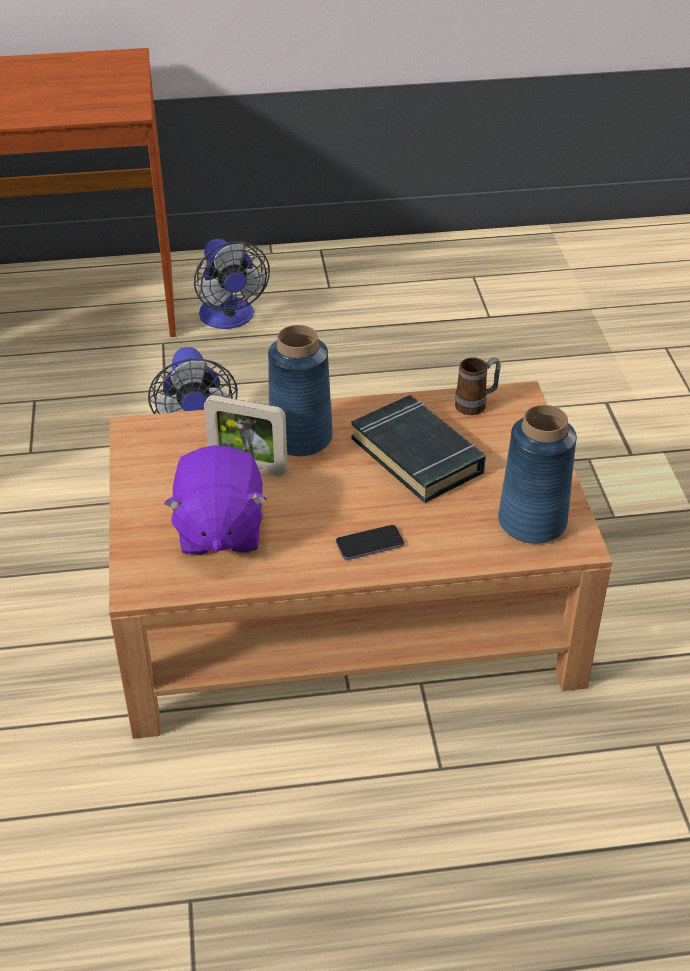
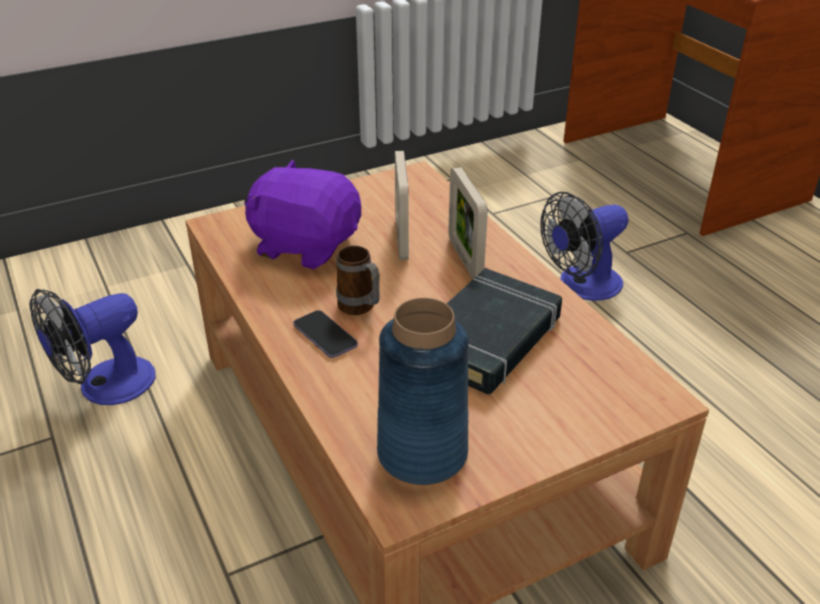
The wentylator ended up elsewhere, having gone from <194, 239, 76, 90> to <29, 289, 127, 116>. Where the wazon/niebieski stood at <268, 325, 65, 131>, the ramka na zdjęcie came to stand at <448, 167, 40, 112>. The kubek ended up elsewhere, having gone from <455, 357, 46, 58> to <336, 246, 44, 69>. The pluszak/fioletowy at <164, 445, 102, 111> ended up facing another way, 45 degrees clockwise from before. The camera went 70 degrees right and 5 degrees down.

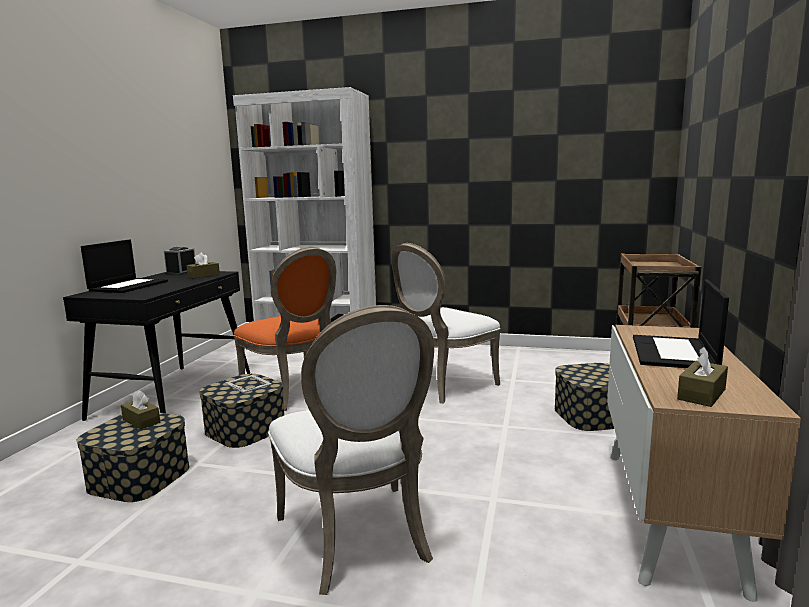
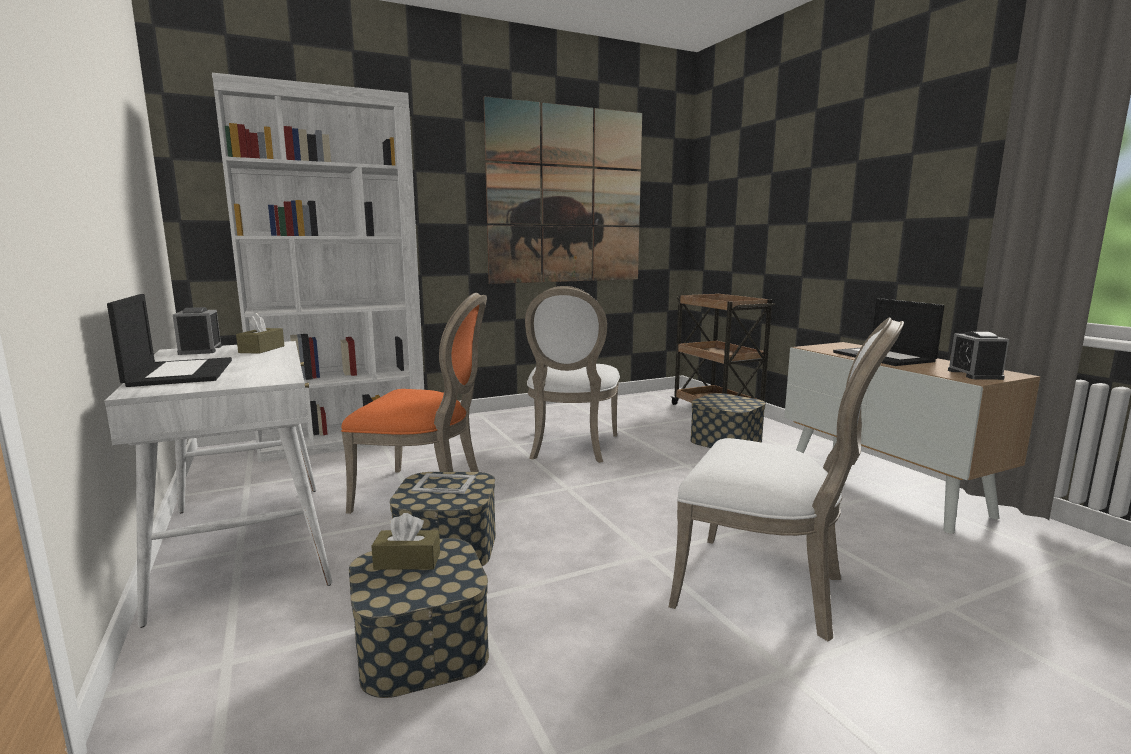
What was the biurko/czarny at <63, 271, 187, 150> turned into the biurko/biały at <105, 341, 228, 287>. Where the pudełko chusteczek/brązowy stood at <677, 347, 51, 60>, the budzik came to stand at <948, 332, 61, 48>. The second view gained the obraz at <484, 96, 158, 188>. The camera went 40 degrees left and 0 degrees up.

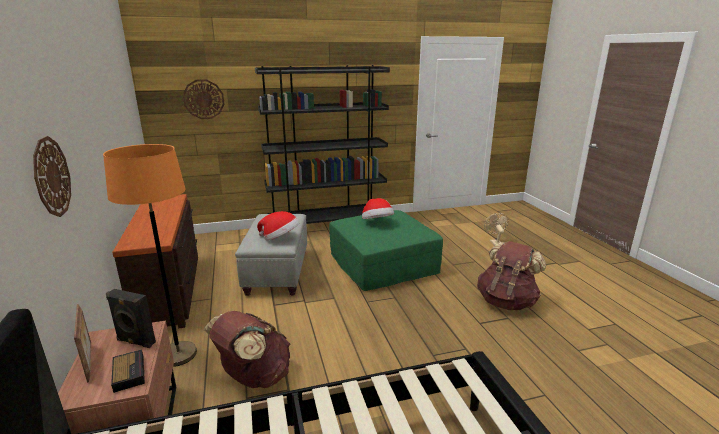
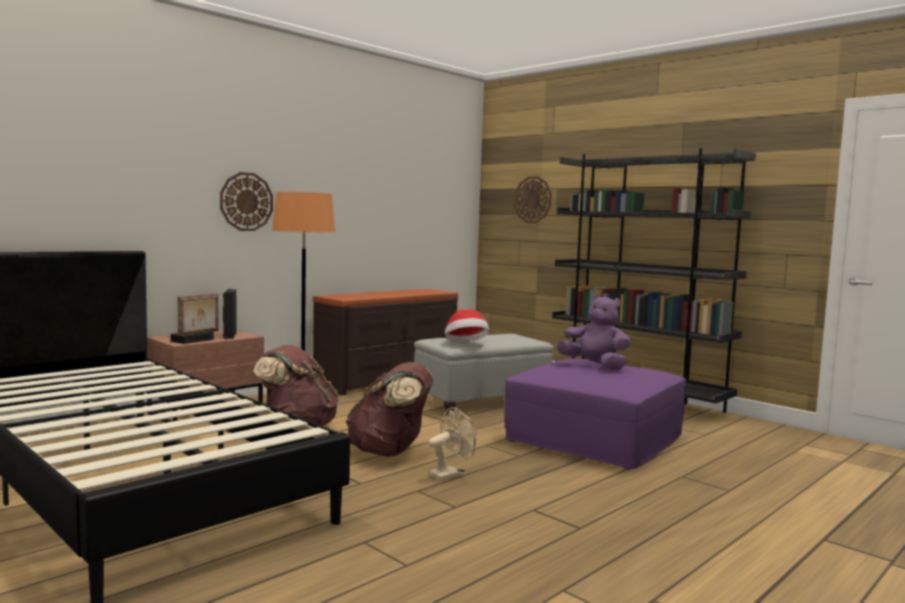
Where the kapelusz stood at <362, 198, 32, 21>, the pluszak/fioletowy came to stand at <557, 294, 74, 76>. What was the pufa/zielony at <329, 210, 114, 81> turned into the pufa/fioletowy at <504, 358, 182, 112>. The wentylator/beżowy ended up elsewhere, having gone from <484, 213, 24, 33> to <428, 407, 49, 74>. The plecak/brązowy ended up elsewhere, having gone from <477, 241, 69, 69> to <346, 362, 87, 95>. The camera went 60 degrees right and 15 degrees down.

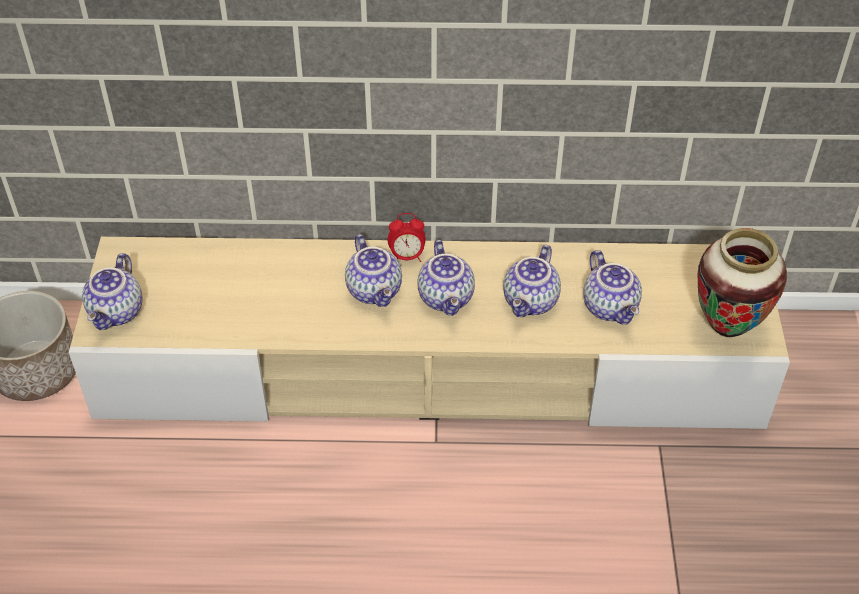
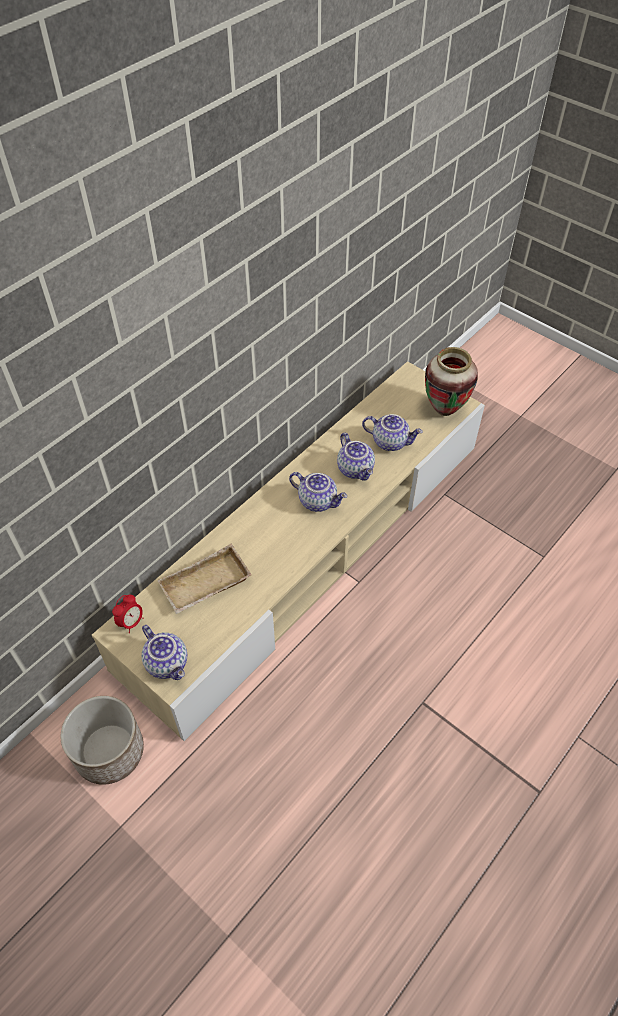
The budzik ended up elsewhere, having gone from <388, 213, 38, 49> to <112, 595, 31, 38>. The second view lost the imbryk at <345, 234, 57, 73>. The second view gained the taca/beżowy at <157, 544, 95, 70>. The camera went 50 degrees left and 5 degrees up.

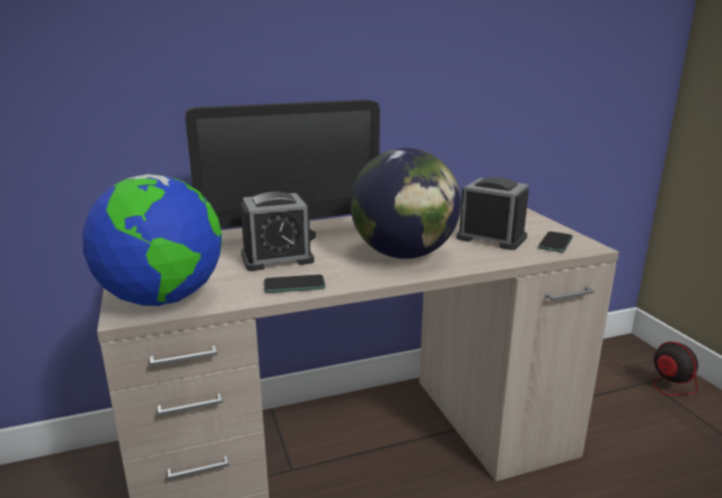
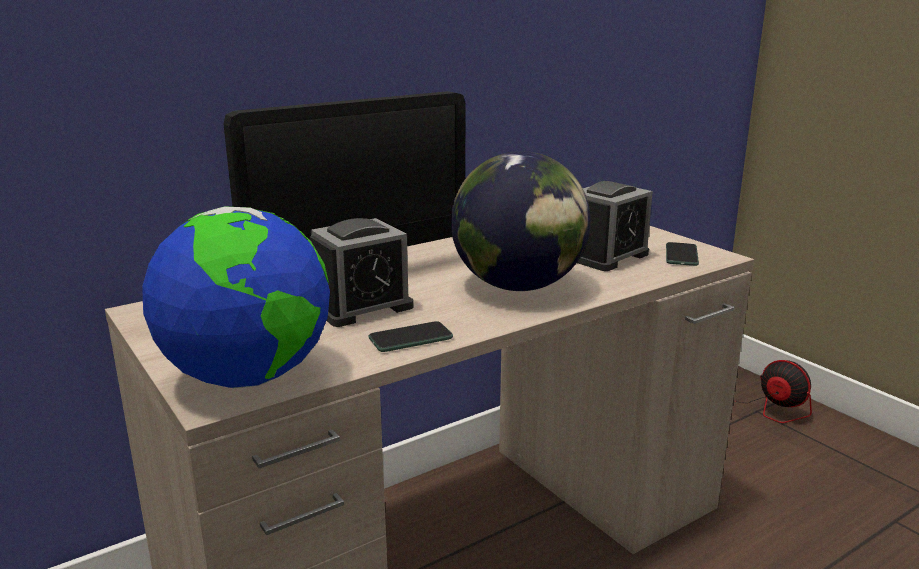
The budzik at <456, 177, 73, 73> ended up facing another way, 120 degrees clockwise from before. The camera went 15 degrees left and 0 degrees up.

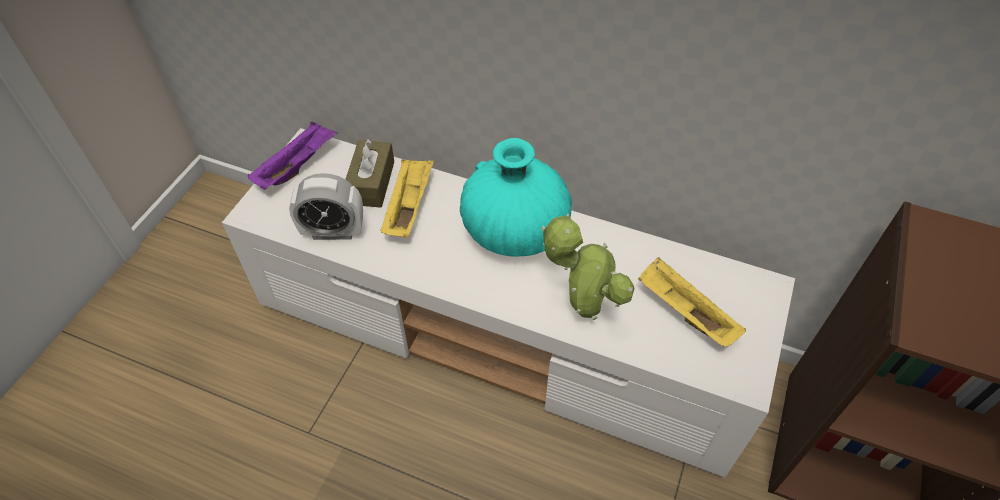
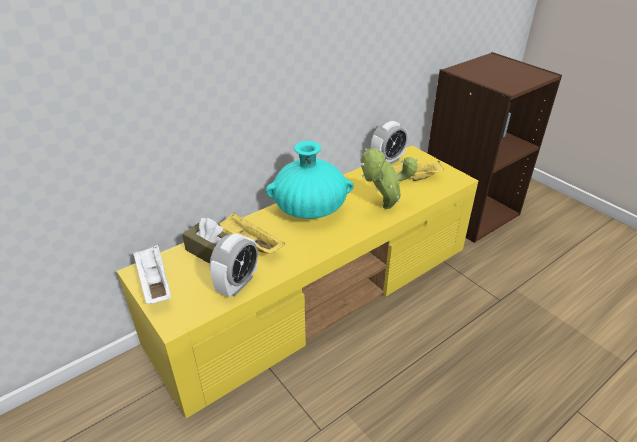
What was the taca/fioletowy at <248, 122, 90, 68> turned into the taca/biały at <133, 245, 38, 59>. What was the szafka pod telewizor/biały at <222, 128, 573, 349> turned into the szafka pod telewizor/żółty at <117, 146, 361, 272>. The second view gained the budzik at <371, 121, 36, 43>. The camera went 60 degrees left and 15 degrees down.

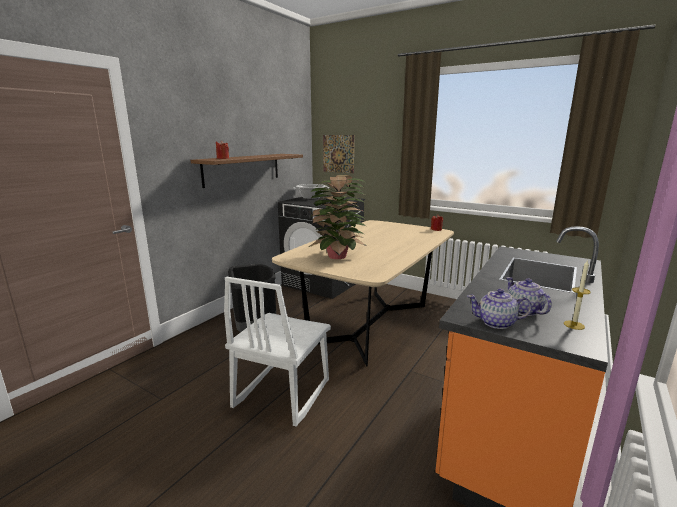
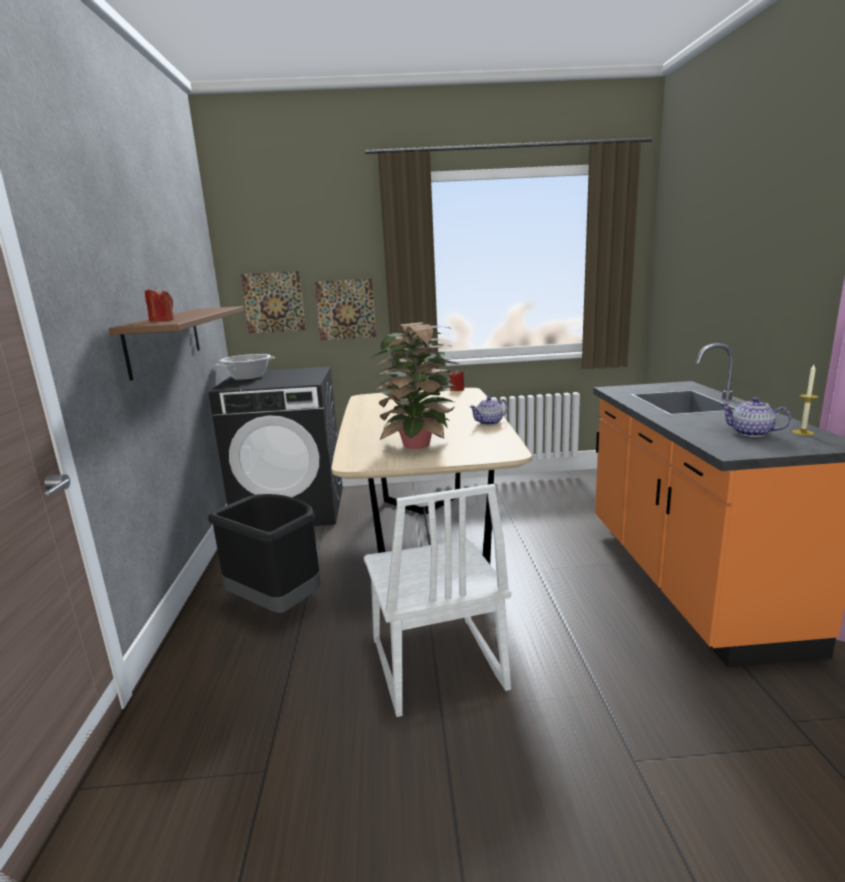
The imbryk ended up elsewhere, having gone from <467, 289, 65, 40> to <470, 397, 38, 28>. The second view gained the obraz at <314, 279, 62, 61>. The camera went 35 degrees left and 0 degrees up.

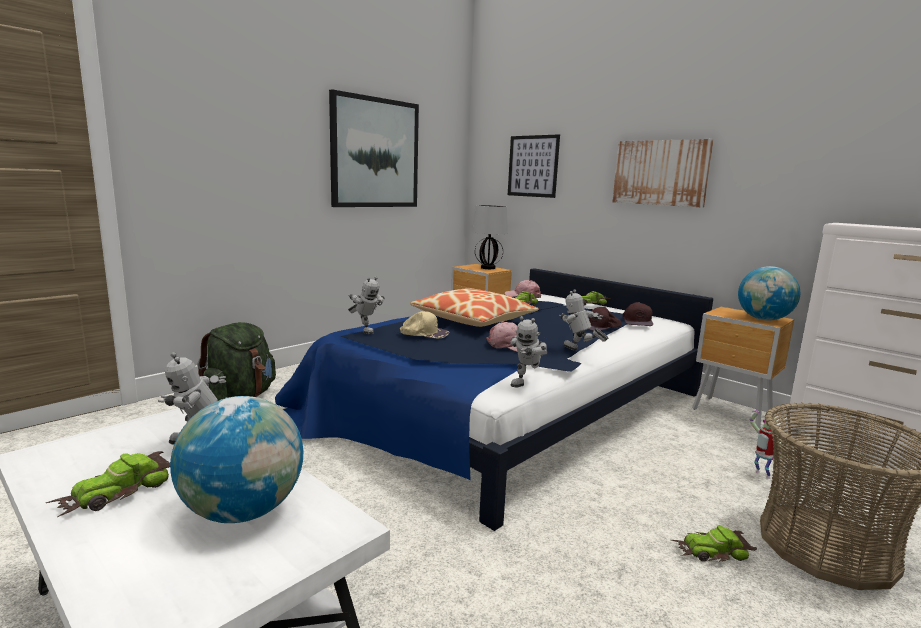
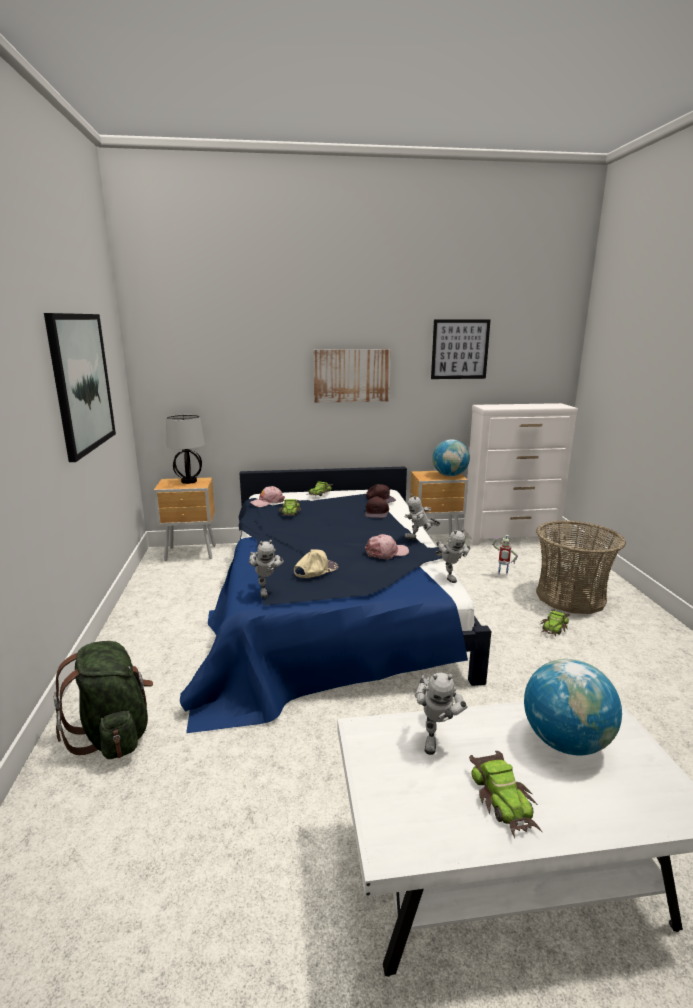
The obraz ended up elsewhere, having gone from <508, 134, 52, 64> to <431, 319, 59, 60>. The robot zabawkowy at <348, 277, 36, 57> ended up facing another way, 75 degrees clockwise from before. The second view lost the poduszka at <410, 288, 129, 39>. The camera went 50 degrees left and 5 degrees up.

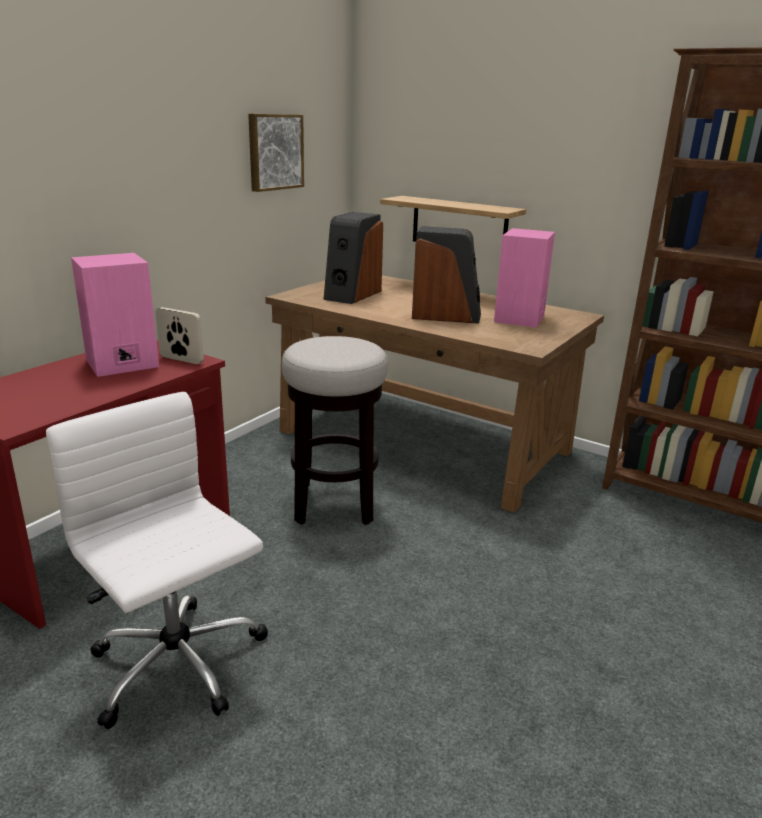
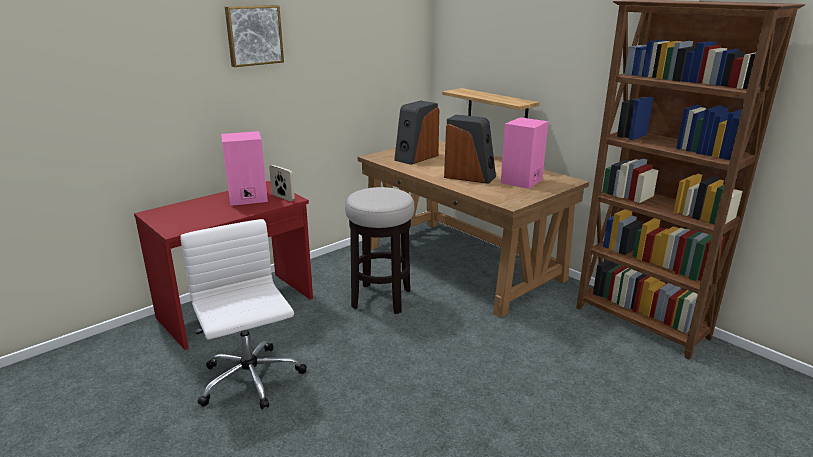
The obraz ended up elsewhere, having gone from <248, 114, 56, 78> to <225, 5, 59, 62>. The camera went 15 degrees right and 0 degrees up.

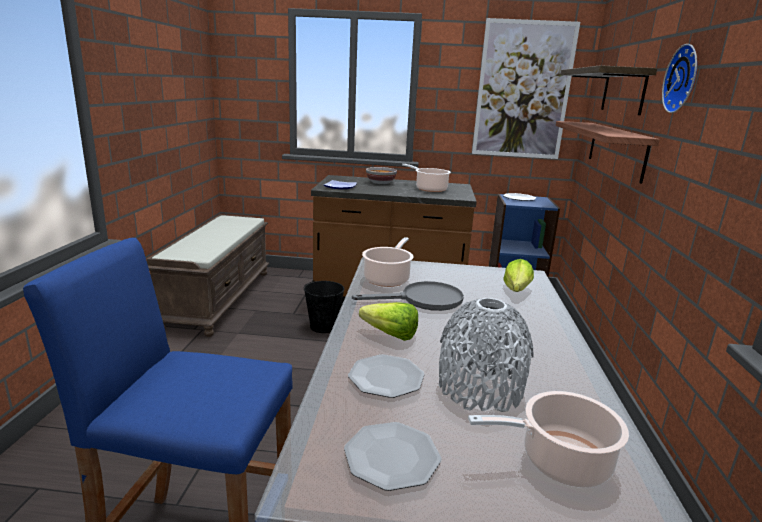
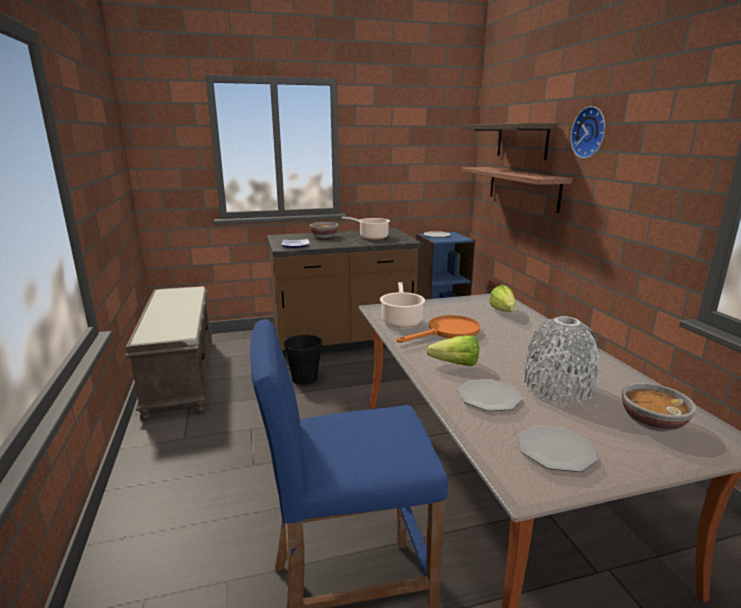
The second view lost the obraz at <472, 18, 108, 141>. What was the patelnia/szary at <352, 281, 112, 30> turned into the patelnia/pomarańczowy at <397, 315, 83, 28>. Where the garnek stood at <468, 391, 161, 97>, the miska came to stand at <622, 383, 74, 48>. The camera went 20 degrees left and 0 degrees up.

